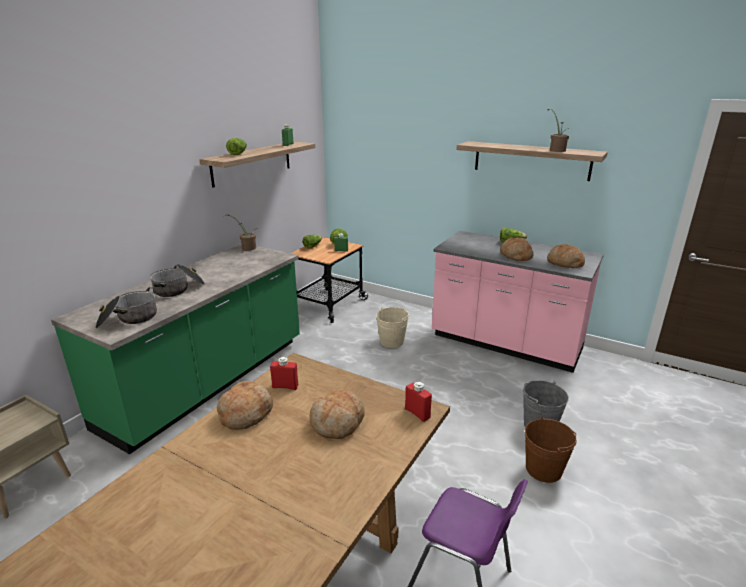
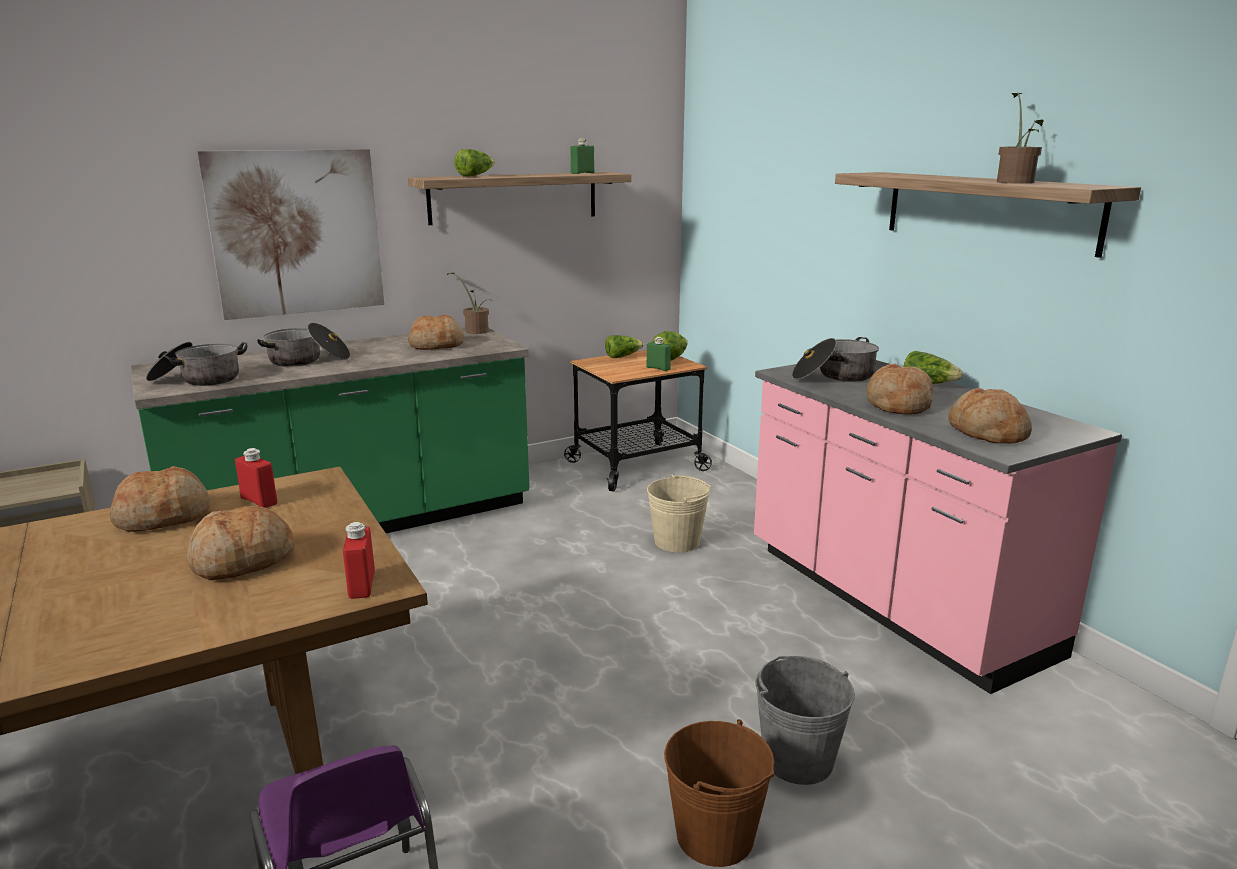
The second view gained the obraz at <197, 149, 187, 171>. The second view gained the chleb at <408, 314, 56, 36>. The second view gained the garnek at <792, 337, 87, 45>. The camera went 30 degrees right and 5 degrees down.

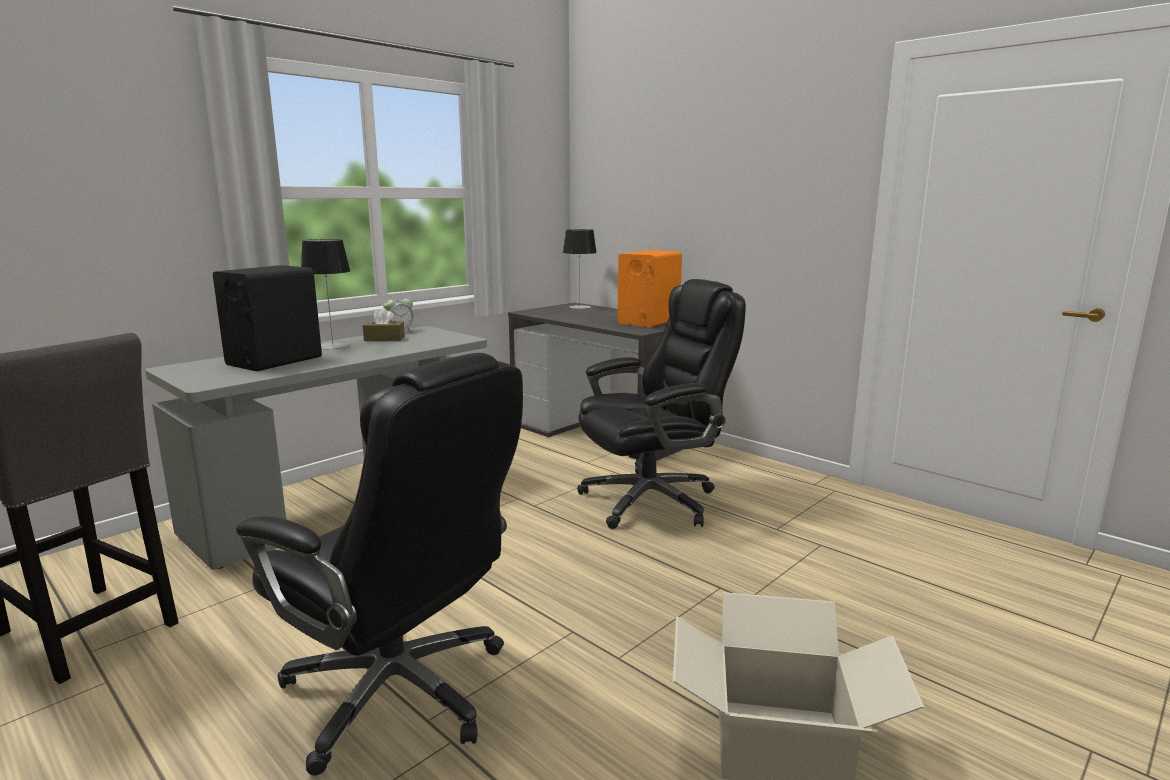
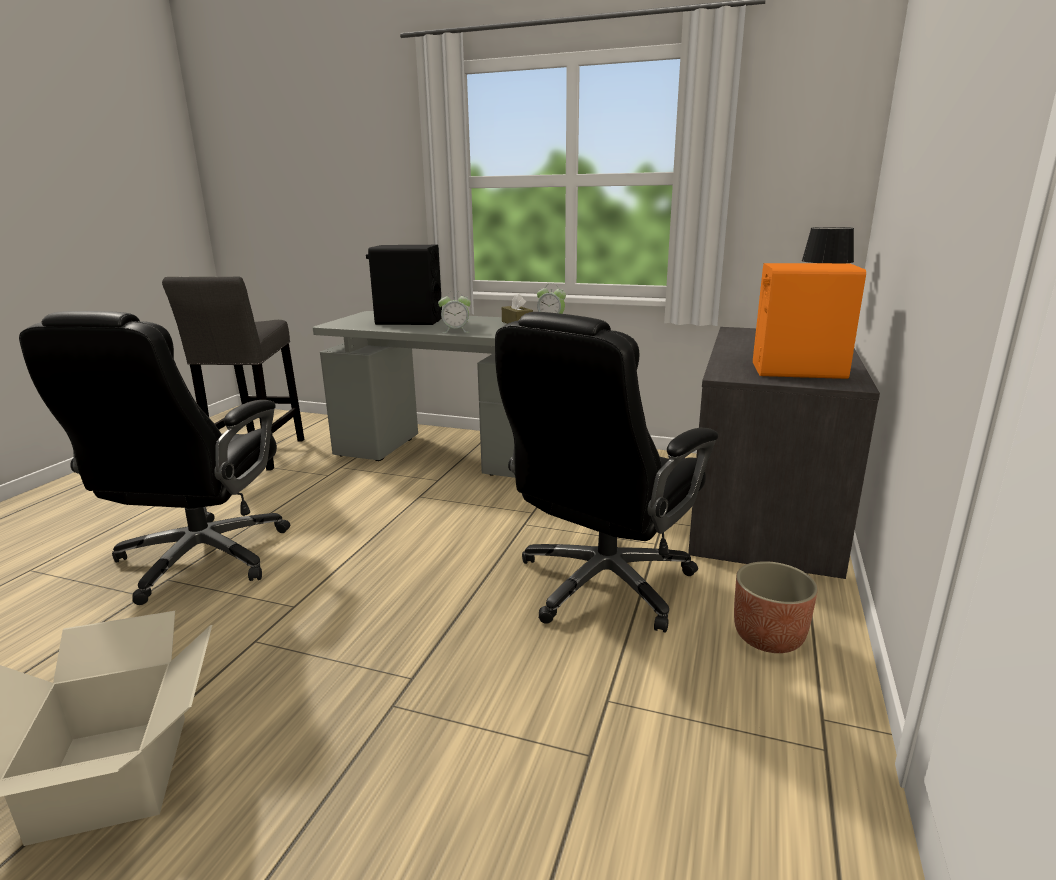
The second view lost the lampa stołowa at <301, 239, 49, 110>. The krzesło biurowe/czarny at <577, 279, 169, 250> ended up facing another way, 90 degrees clockwise from before. The second view gained the budzik at <438, 291, 33, 42>. The second view gained the donica at <734, 561, 84, 92>. The camera went 65 degrees right and 5 degrees up.

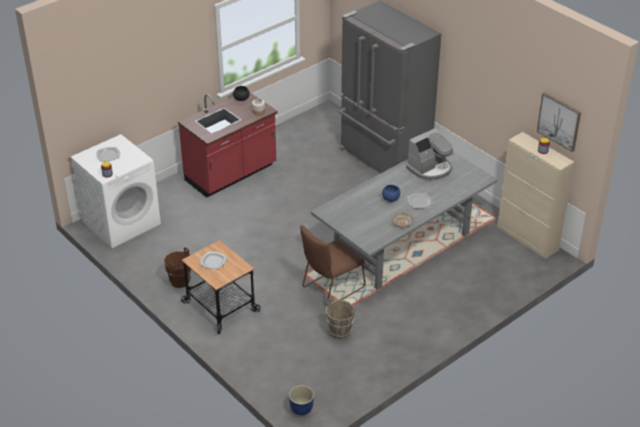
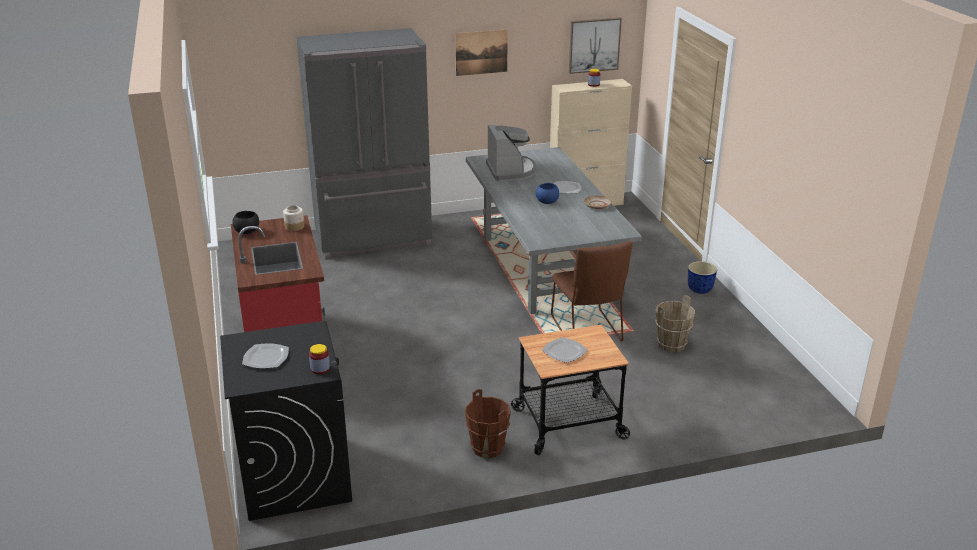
What was the pralka/biały at <70, 134, 91, 114> turned into the pralka/czarny at <220, 321, 132, 200>. The donica ended up elsewhere, having gone from <289, 385, 25, 30> to <688, 261, 29, 33>. The second view gained the obraz at <455, 29, 53, 47>. The camera went 65 degrees left and 10 degrees down.

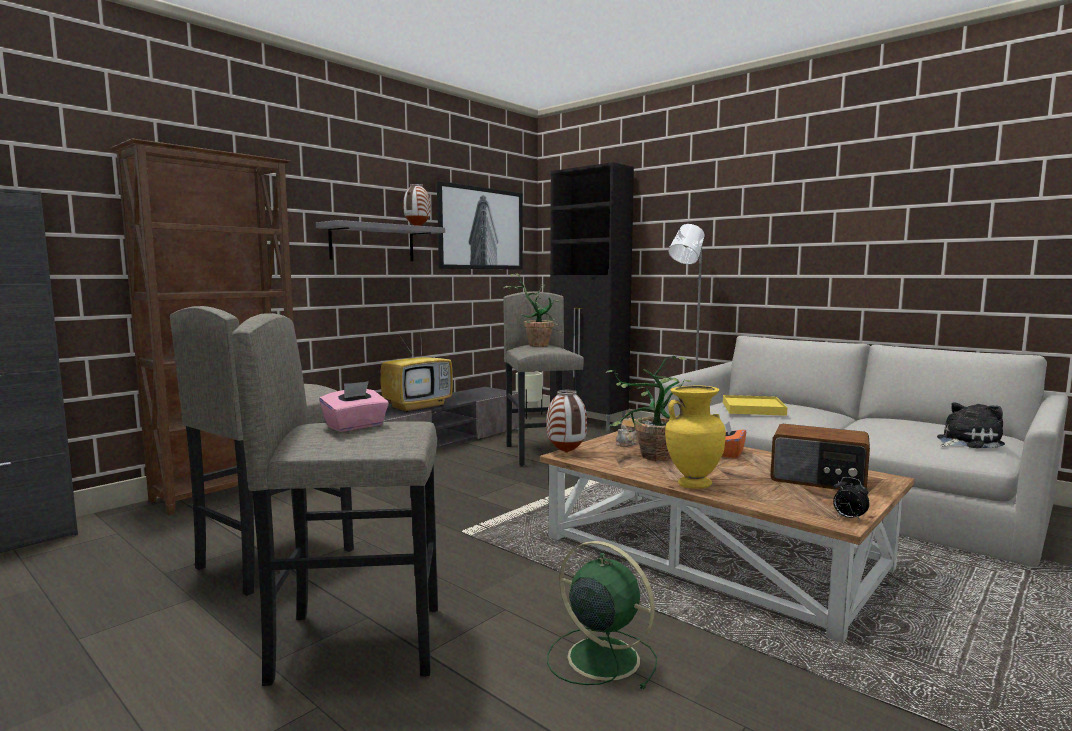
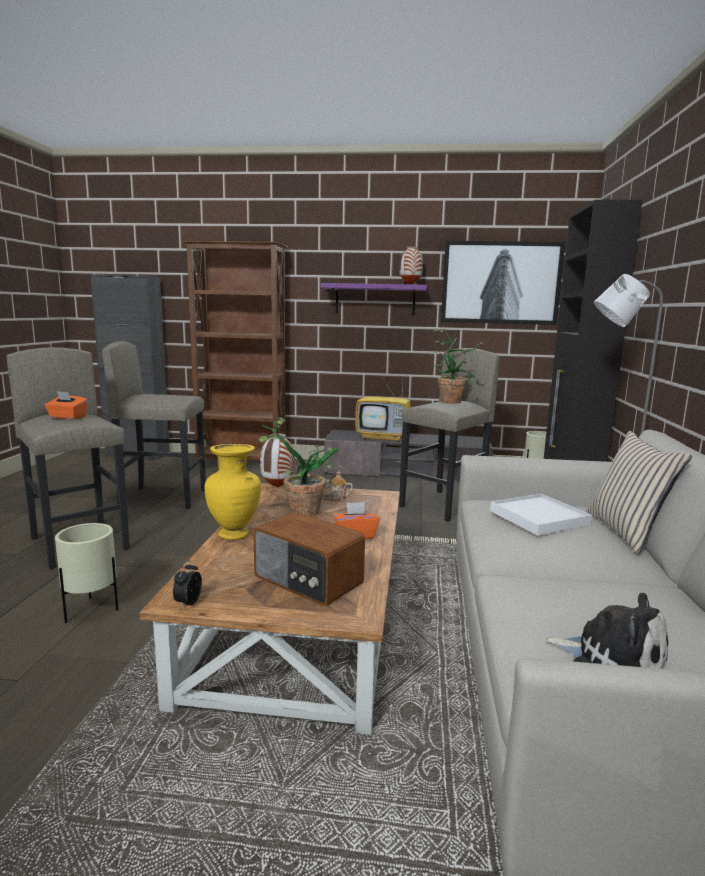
What was the półka/szary at <316, 220, 129, 41> turned into the półka/fioletowy at <320, 283, 107, 32>. What was the pudełko chusteczek/różowy at <319, 381, 70, 51> turned into the pudełko chusteczek/pomarańczowy at <45, 391, 43, 28>. What was the taca/żółty at <723, 395, 64, 21> turned into the taca/biały at <490, 494, 102, 42>. The radio at <770, 424, 100, 66> ended up facing another way, 45 degrees counterclockwise from before. Where the wentylator/zielony stood at <547, 541, 110, 148>, the donica/beżowy came to stand at <55, 523, 64, 100>. The second view gained the poduszka/beżowy at <587, 431, 105, 123>. The camera went 55 degrees right and 5 degrees up.

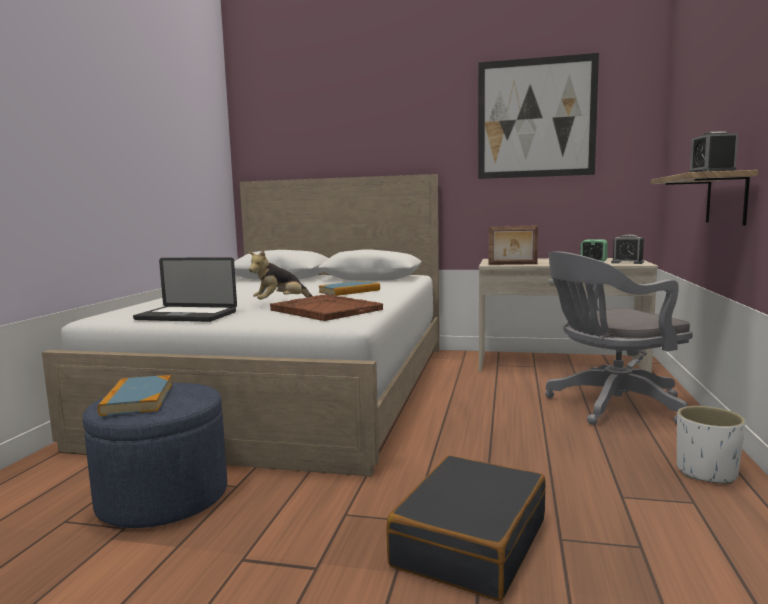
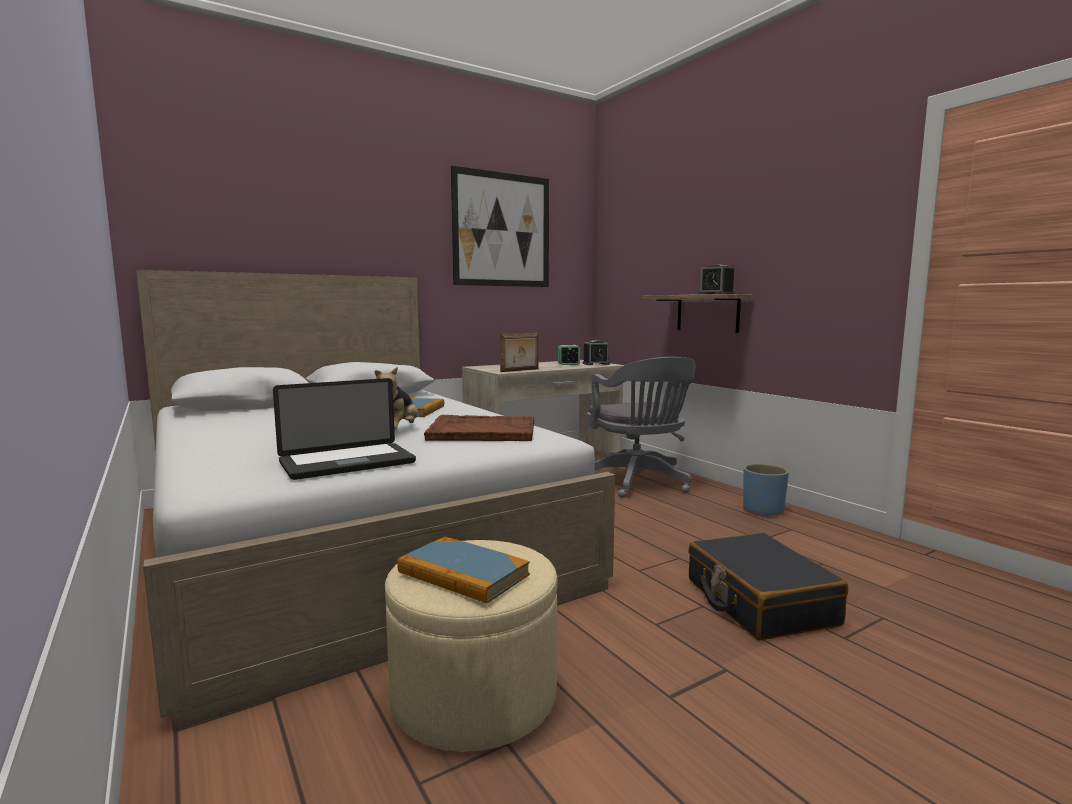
The krzesło biurowe/szary at <545, 251, 148, 174> ended up facing another way, 45 degrees counterclockwise from before. What was the pufa/niebieski at <83, 383, 144, 145> turned into the pufa/beżowy at <385, 540, 172, 212>. What was the donica/biały at <677, 406, 68, 78> turned into the donica/niebieski at <743, 464, 46, 52>. The camera went 45 degrees left and 0 degrees up.

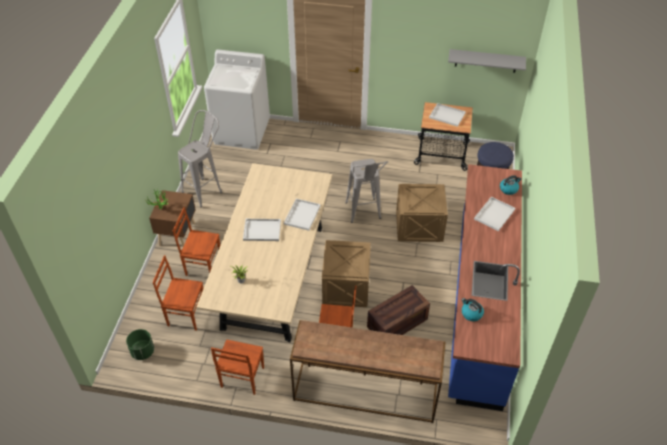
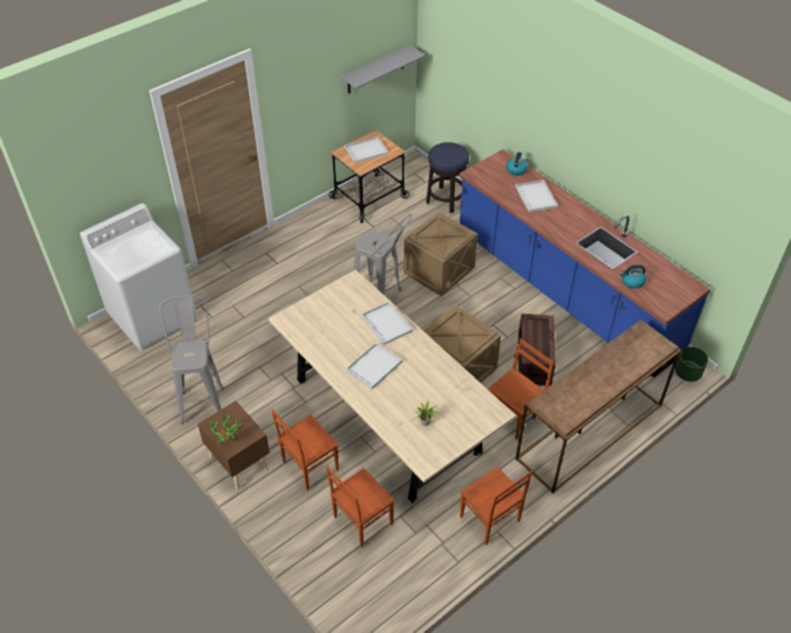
The donica/zielony ended up elsewhere, having gone from <126, 329, 28, 31> to <675, 347, 33, 35>. The camera went 50 degrees left and 0 degrees up.

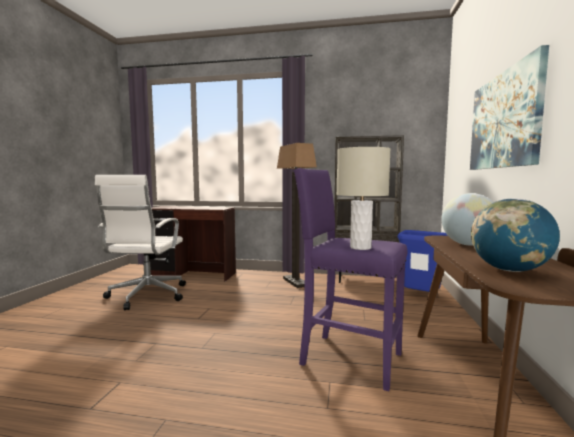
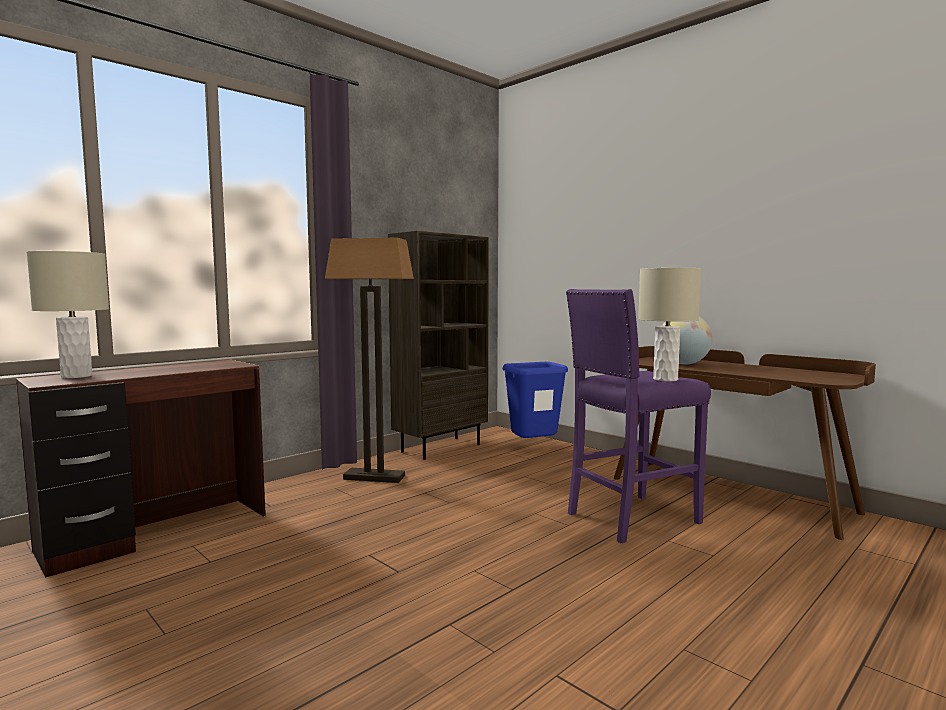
The second view lost the obraz at <470, 45, 79, 125>. The second view lost the krzesło biurowe/biały at <95, 175, 91, 135>. The second view lost the globus at <471, 198, 89, 74>. The second view gained the lampa stołowa/beżowy at <27, 251, 82, 127>. The camera went 55 degrees left and 0 degrees up.

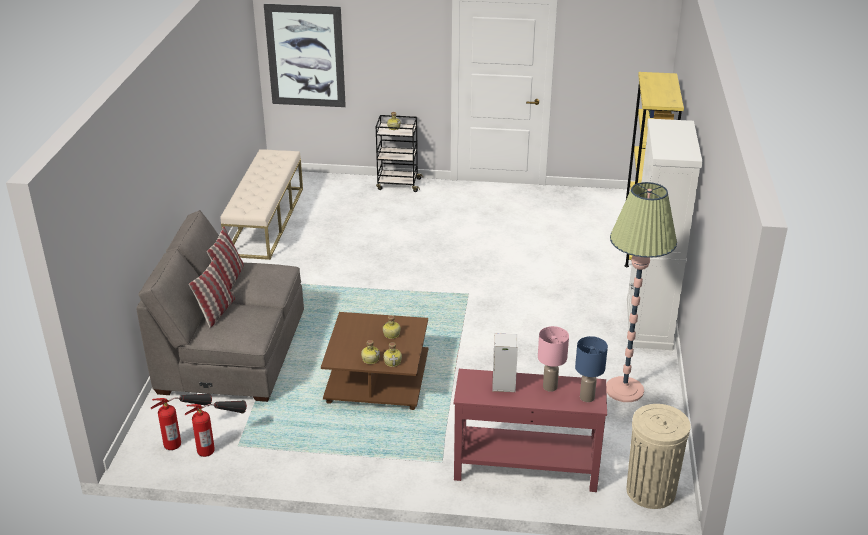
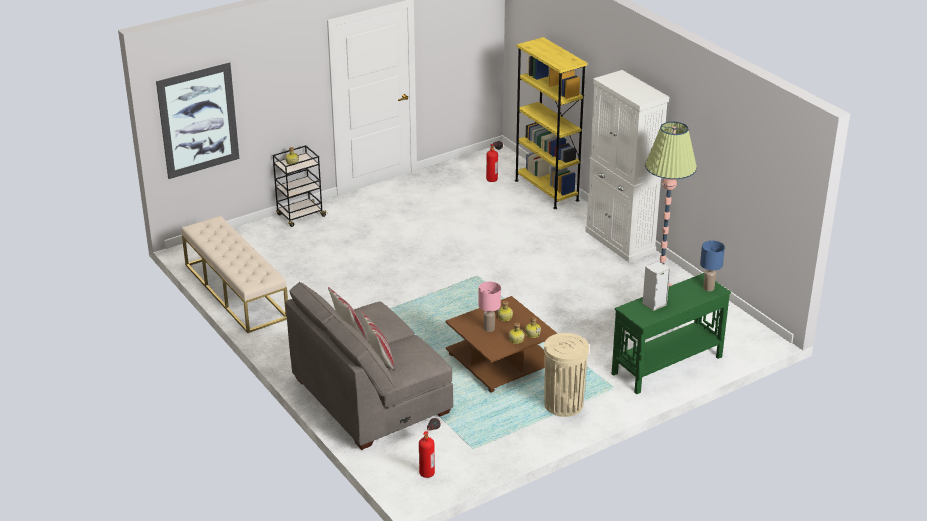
The lampa stołowa/różowy ended up elsewhere, having gone from <538, 326, 31, 66> to <478, 282, 23, 50>. What was the stolik konsolowy/czerwony at <454, 369, 153, 123> turned into the stolik konsolowy/zielony at <612, 273, 119, 121>. The gaśnica ended up elsewhere, having gone from <185, 400, 62, 57> to <486, 141, 17, 41>. The kosz na śmieci/beżowy ended up elsewhere, having gone from <626, 404, 65, 105> to <544, 333, 45, 84>. The camera went 40 degrees left and 0 degrees up.

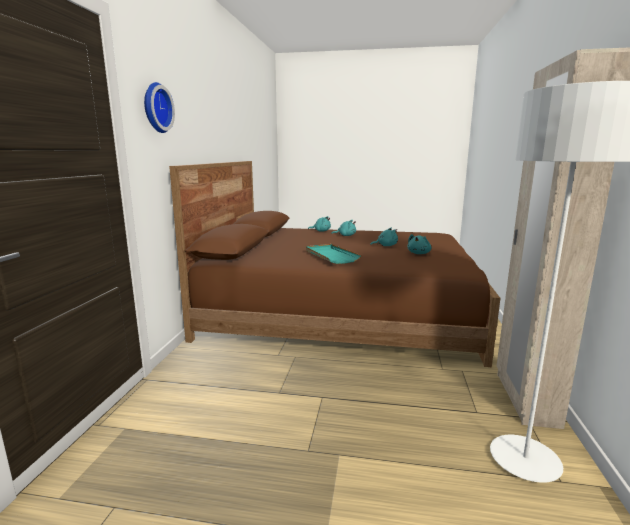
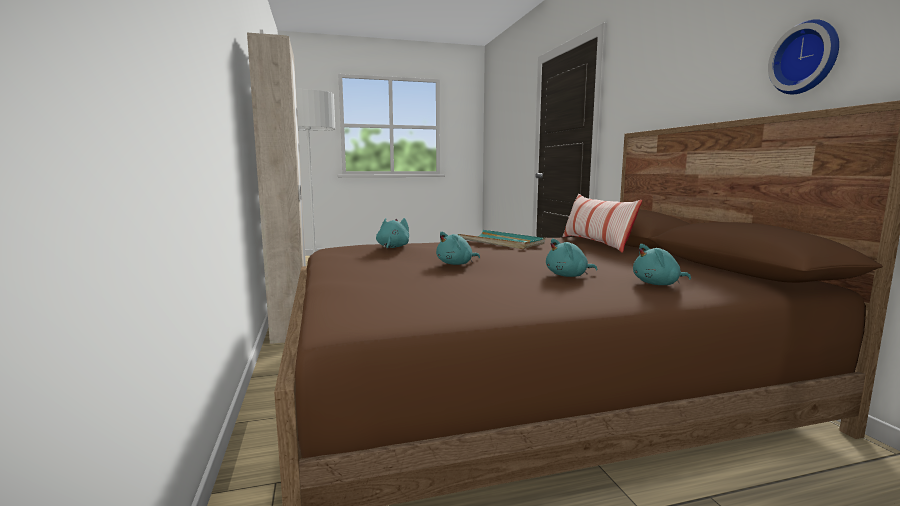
The zegar ścienny ended up elsewhere, having gone from <144, 82, 31, 51> to <768, 19, 71, 75>. The second view gained the poduszka at <562, 194, 80, 59>. The camera went 155 degrees right and 5 degrees down.

